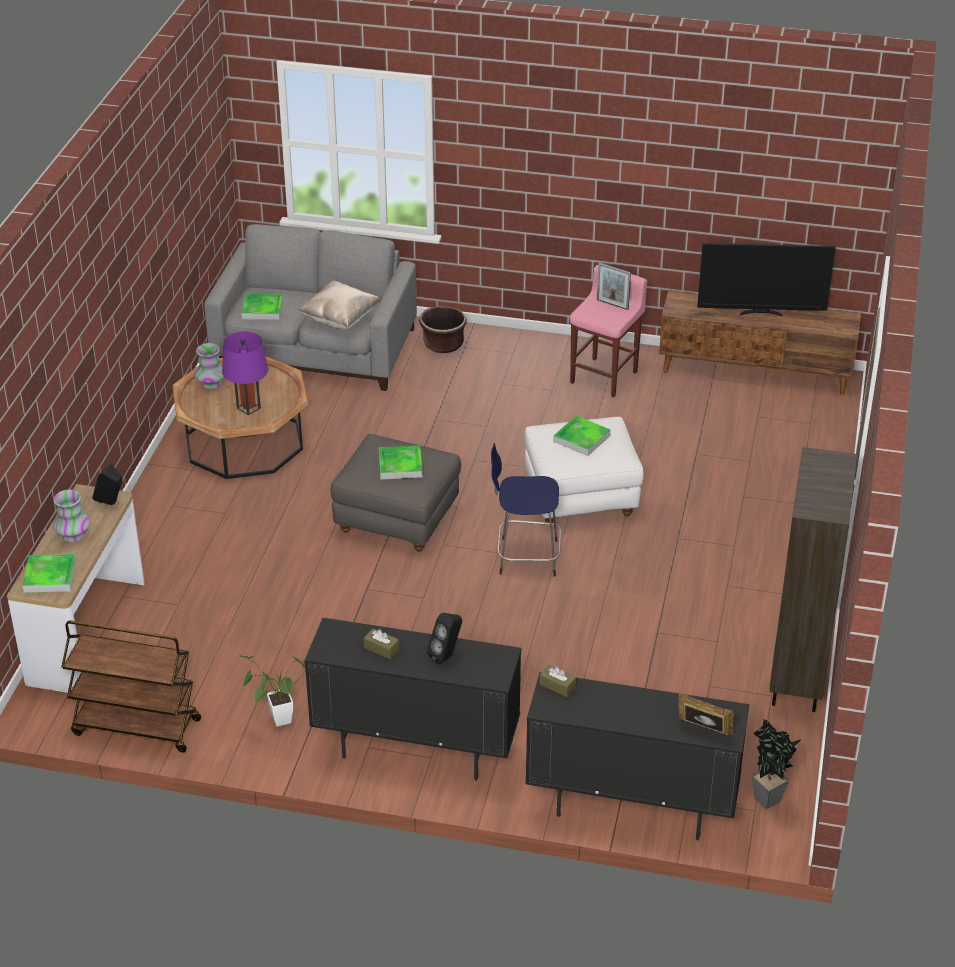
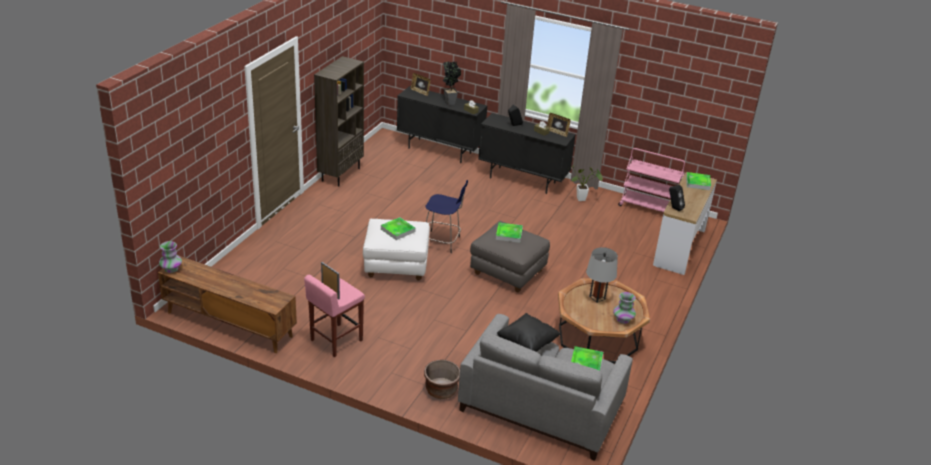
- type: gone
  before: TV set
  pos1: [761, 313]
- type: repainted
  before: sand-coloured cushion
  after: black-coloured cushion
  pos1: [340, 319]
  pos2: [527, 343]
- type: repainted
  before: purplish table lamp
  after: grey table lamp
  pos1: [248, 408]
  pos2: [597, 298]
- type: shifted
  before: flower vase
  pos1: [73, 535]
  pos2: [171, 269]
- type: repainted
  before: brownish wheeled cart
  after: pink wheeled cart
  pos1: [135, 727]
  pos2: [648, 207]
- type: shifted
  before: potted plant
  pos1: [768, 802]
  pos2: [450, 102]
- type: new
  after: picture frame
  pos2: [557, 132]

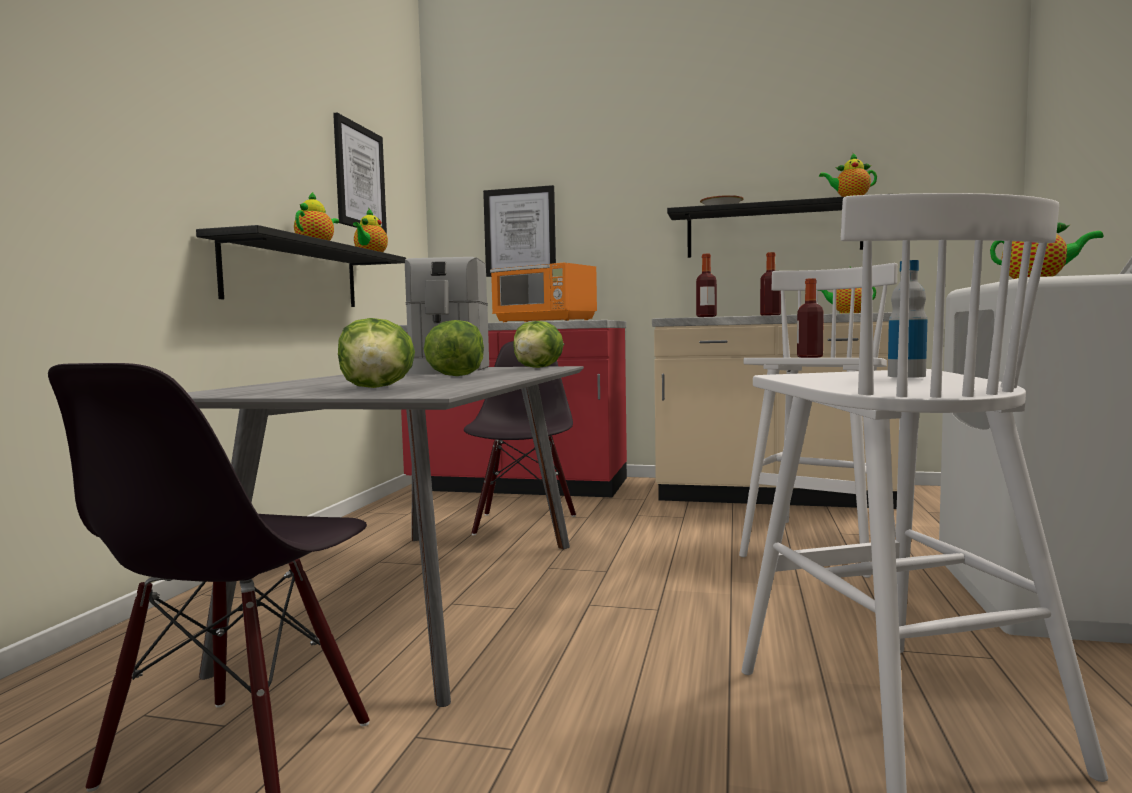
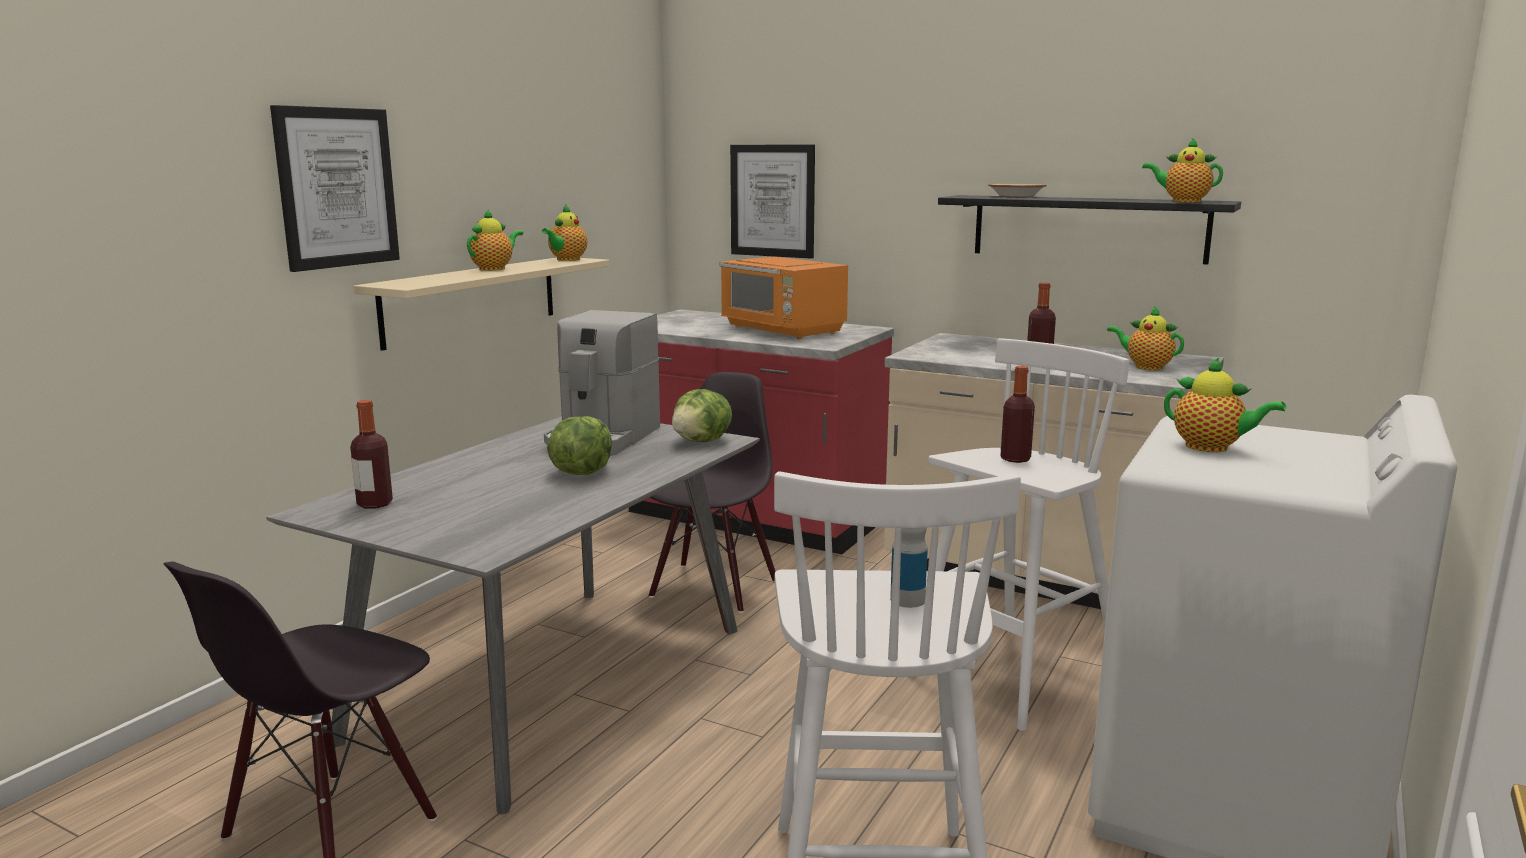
- type: shifted
  before: wall art
  pos1: [359, 177]
  pos2: [337, 187]
- type: repainted
  before: black-coloured shelf
  after: sand-coloured shelf
  pos1: [294, 275]
  pos2: [472, 300]
- type: shifted
  before: drink bottle
  pos1: [706, 316]
  pos2: [375, 504]
- type: gone
  before: head of lettuce
  pos1: [377, 388]

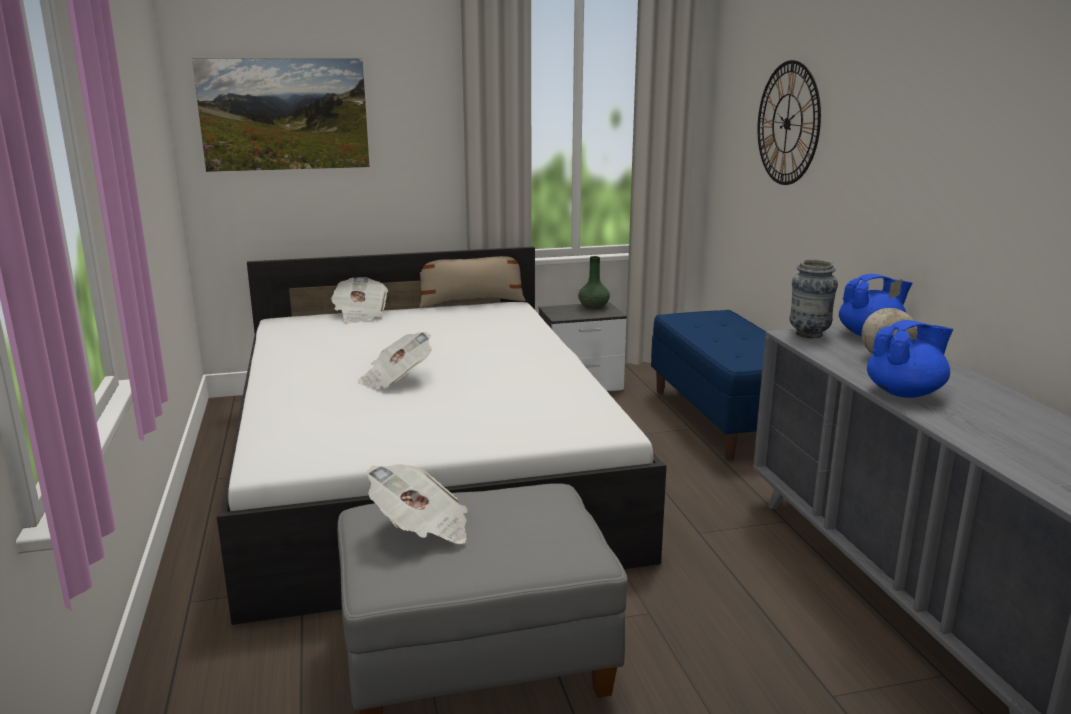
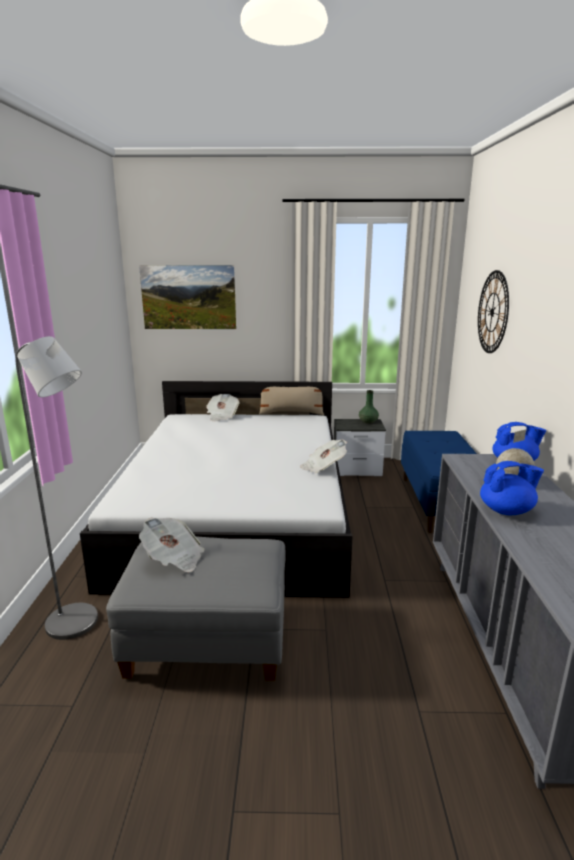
- type: gone
  before: flower vase
  pos1: [808, 334]
- type: shifted
  before: daily paper
  pos1: [396, 379]
  pos2: [323, 467]
- type: new
  after: grey floor lamp
  pos2: [79, 625]

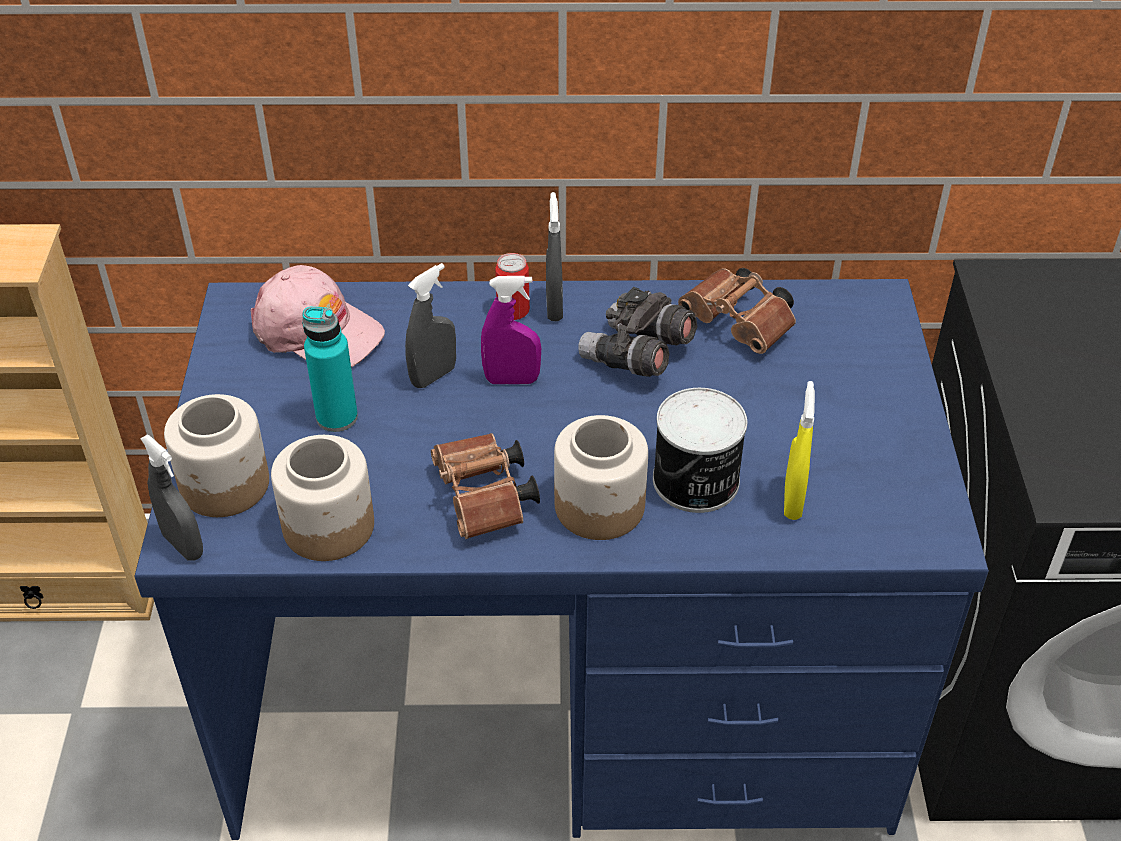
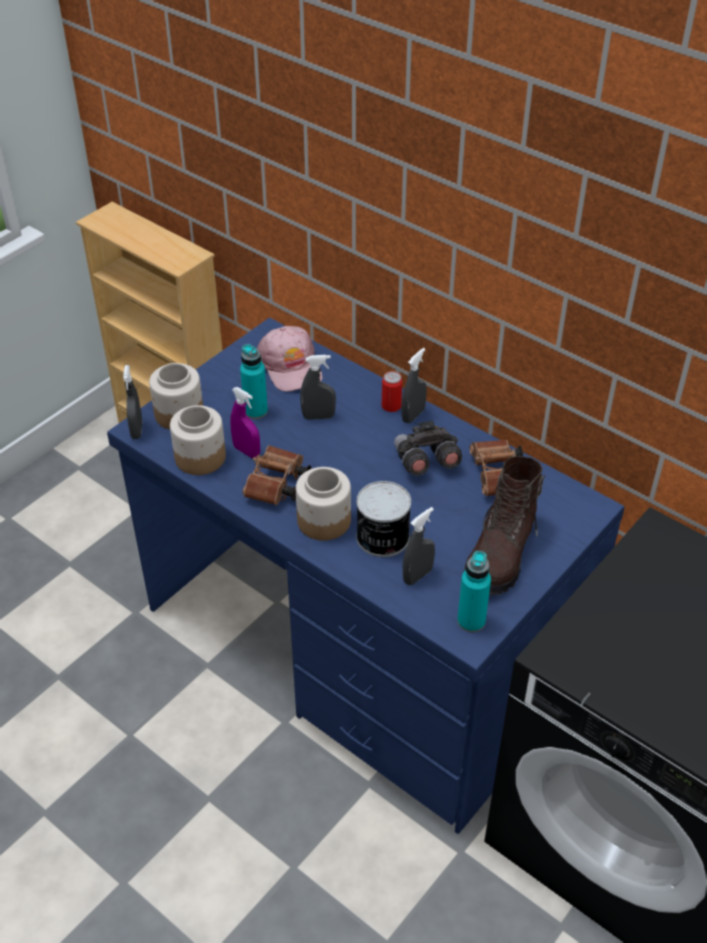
- type: shifted
  before: purplish hand sprayer
  pos1: [512, 380]
  pos2: [246, 451]
- type: repainted
  before: yellow-coloured hand sprayer
  after: grey hand sprayer
  pos1: [792, 501]
  pos2: [417, 575]
- type: new
  after: brownish tall boot
  pos2: [501, 554]
- type: new
  after: turquoise-coloured drink bottle
  pos2: [471, 621]

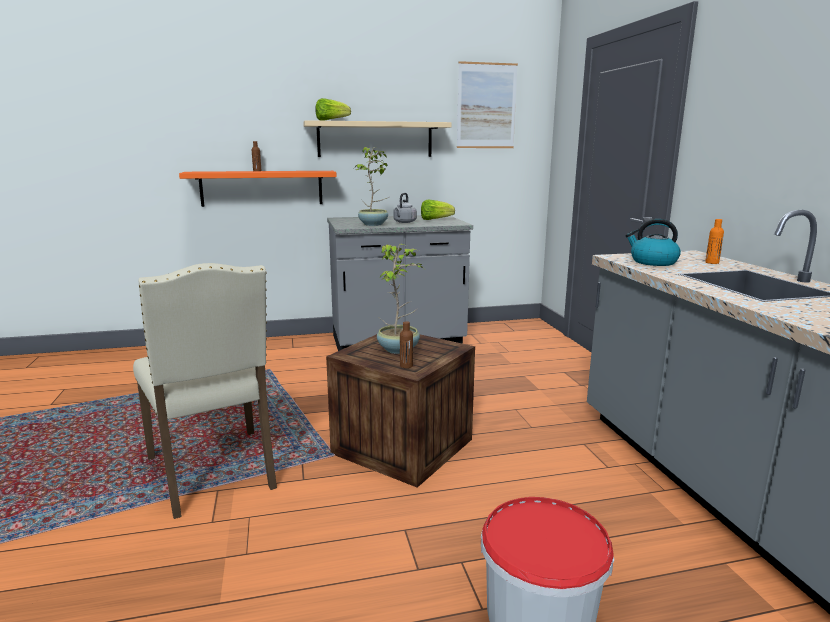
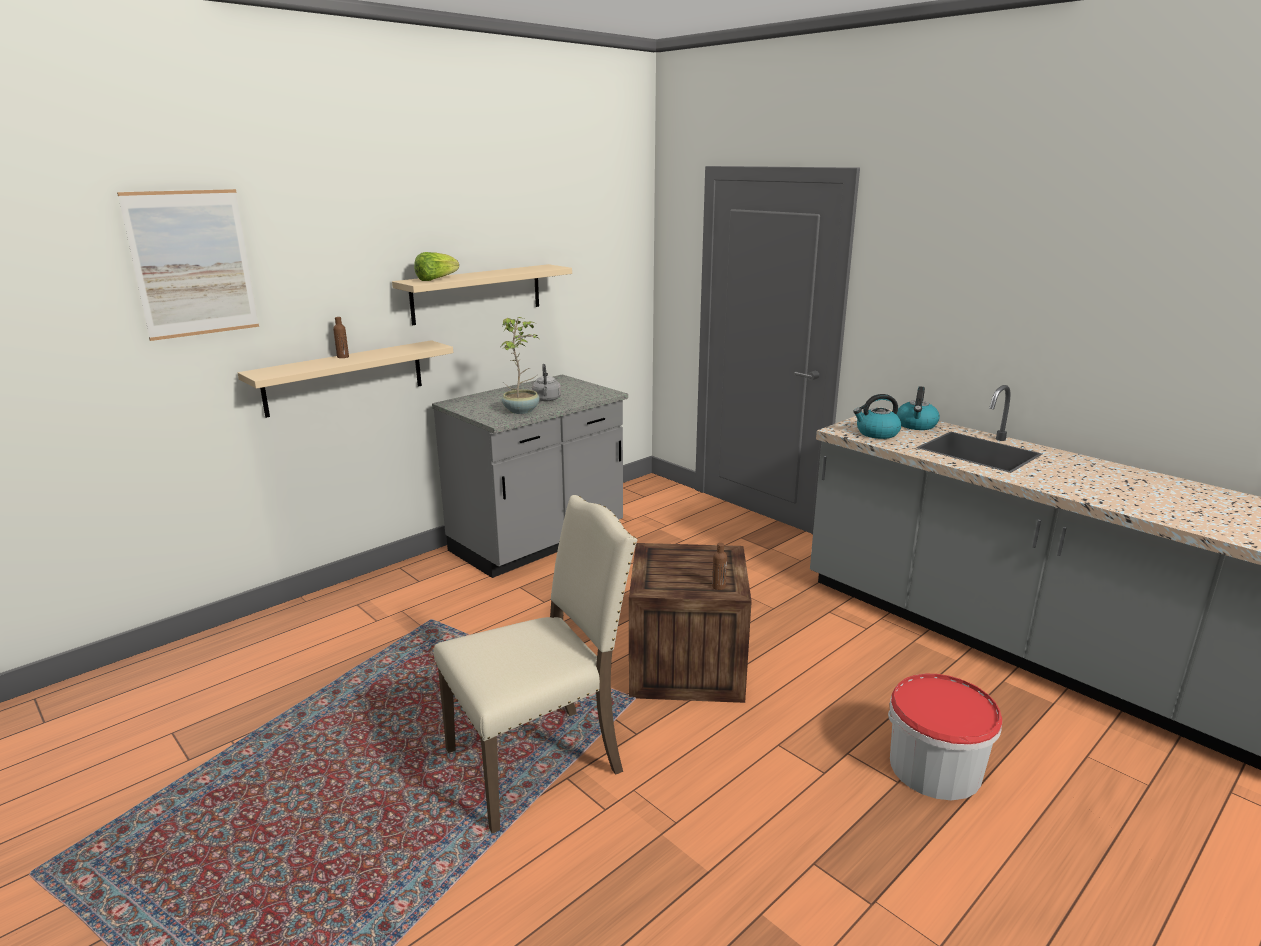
- type: shifted
  before: wall art
  pos1: [486, 106]
  pos2: [192, 264]
- type: repainted
  before: orangey shelf
  after: sand-coloured shelf
  pos1: [262, 188]
  pos2: [345, 377]
- type: gone
  before: head of lettuce
  pos1: [435, 220]
- type: swapped
  before: orangey drink bottle
  after: kettle
  pos1: [712, 262]
  pos2: [916, 425]
- type: gone
  before: potted plant
  pos1: [399, 349]
- type: rotated
  before: sand-coloured plain chair
  pos1: [214, 473]
  pos2: [539, 762]
  turn: -60

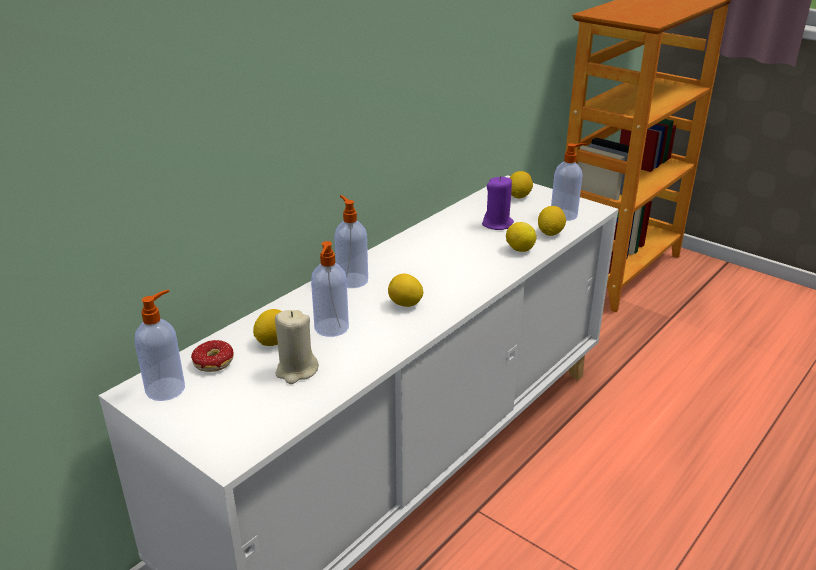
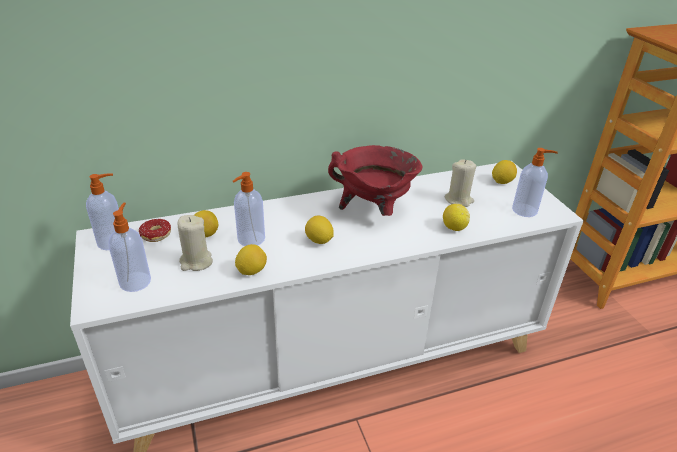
- type: repainted
  before: purplish candle
  after: sand-coloured candle
  pos1: [497, 224]
  pos2: [459, 200]
- type: shifted
  before: soap dispenser
  pos1: [352, 280]
  pos2: [135, 281]
- type: shifted
  before: lemon
  pos1: [550, 233]
  pos2: [251, 271]
- type: new
  after: red-coloured cooking pot
  pos2: [374, 210]

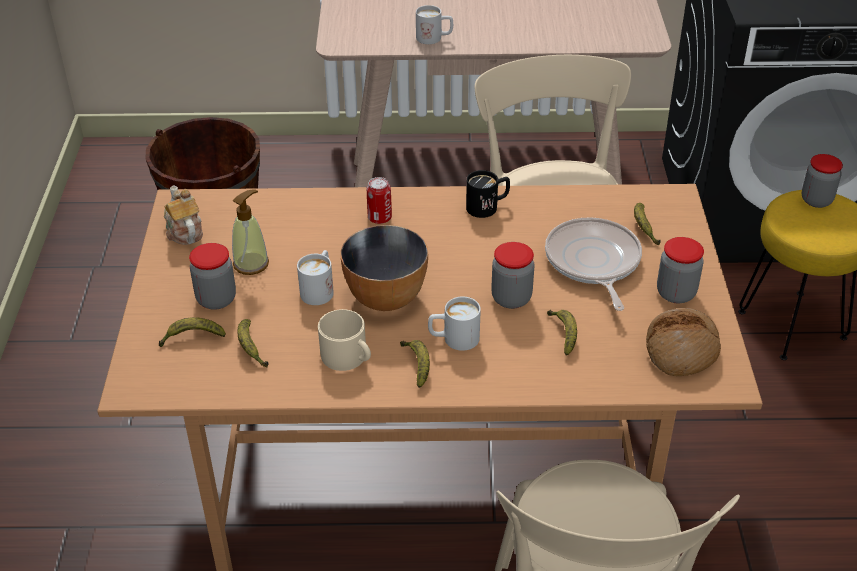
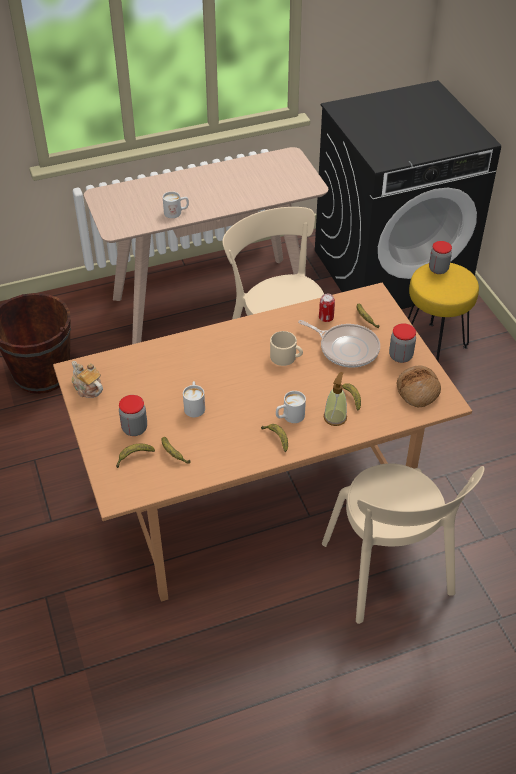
- type: gone
  before: black-coloured tea mug
  pos1: [488, 206]
- type: shifted
  before: metal can
  pos1: [379, 218]
  pos2: [326, 318]
- type: shifted
  before: soap dispenser
  pos1: [251, 263]
  pos2: [335, 417]
- type: rotated
  before: pan
  pos1: [593, 262]
  pos2: [346, 348]
  turn: 150
- type: gone
  before: deep dish
  pos1: [385, 298]
- type: gone
  before: jar
  pos1: [511, 298]
- type: shifted
  before: sand-coloured tea mug
  pos1: [348, 357]
  pos2: [286, 357]

